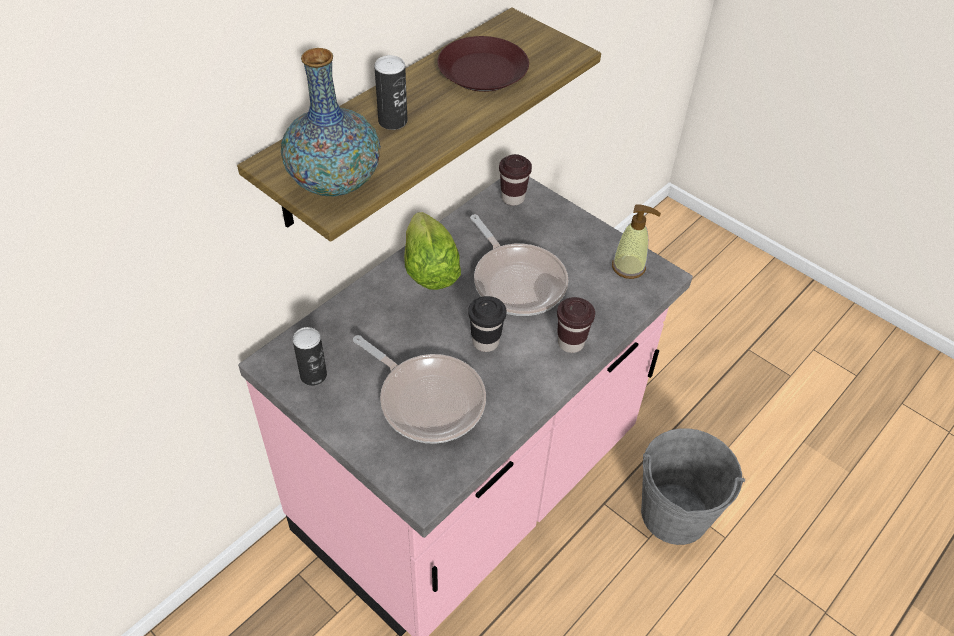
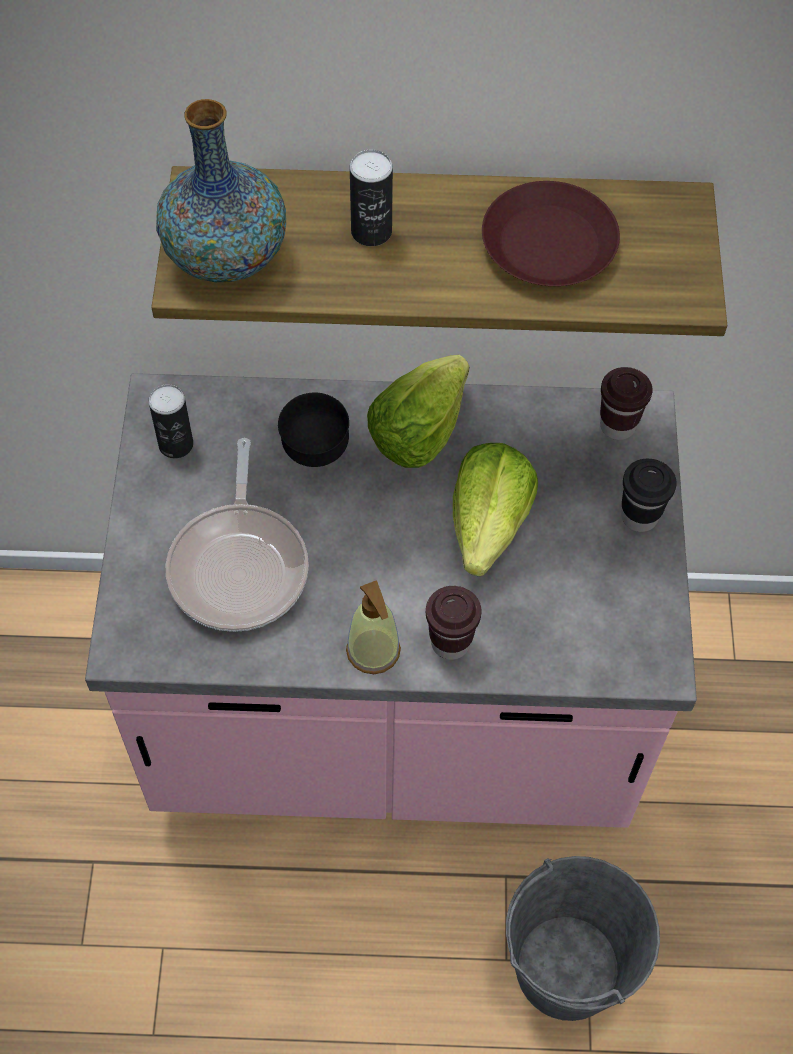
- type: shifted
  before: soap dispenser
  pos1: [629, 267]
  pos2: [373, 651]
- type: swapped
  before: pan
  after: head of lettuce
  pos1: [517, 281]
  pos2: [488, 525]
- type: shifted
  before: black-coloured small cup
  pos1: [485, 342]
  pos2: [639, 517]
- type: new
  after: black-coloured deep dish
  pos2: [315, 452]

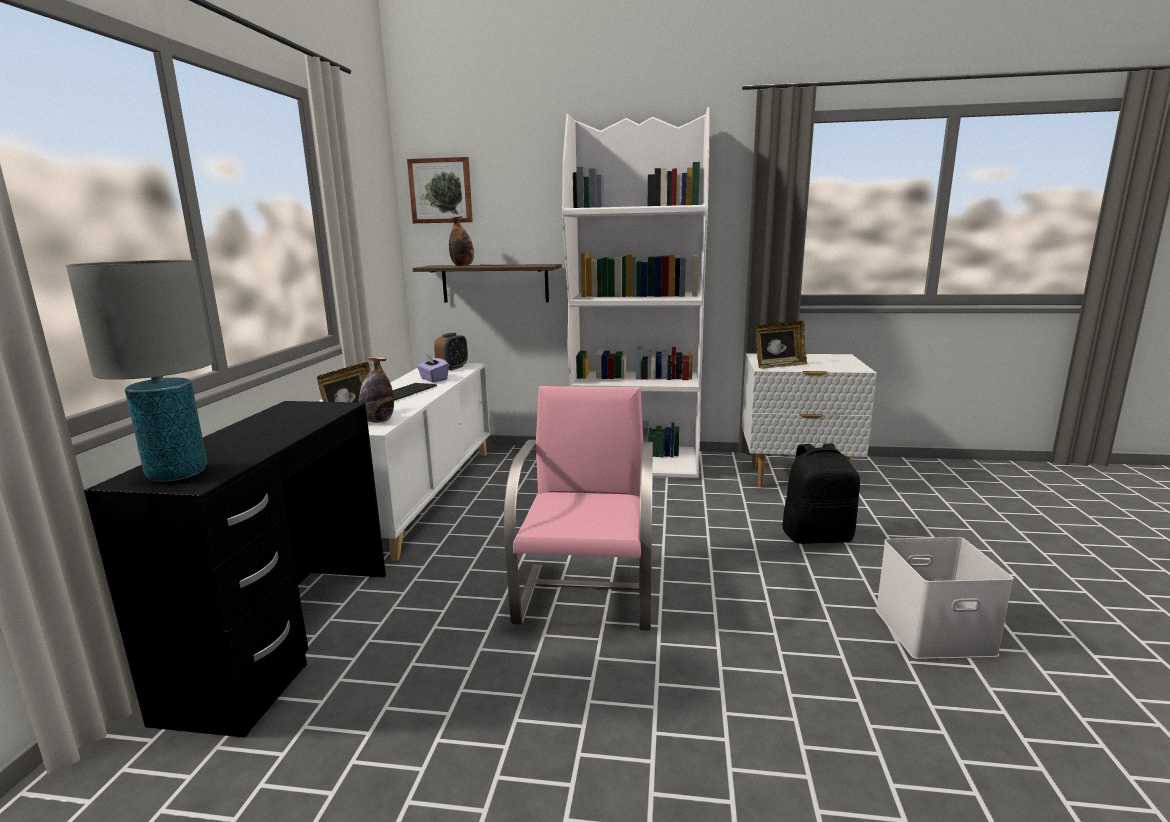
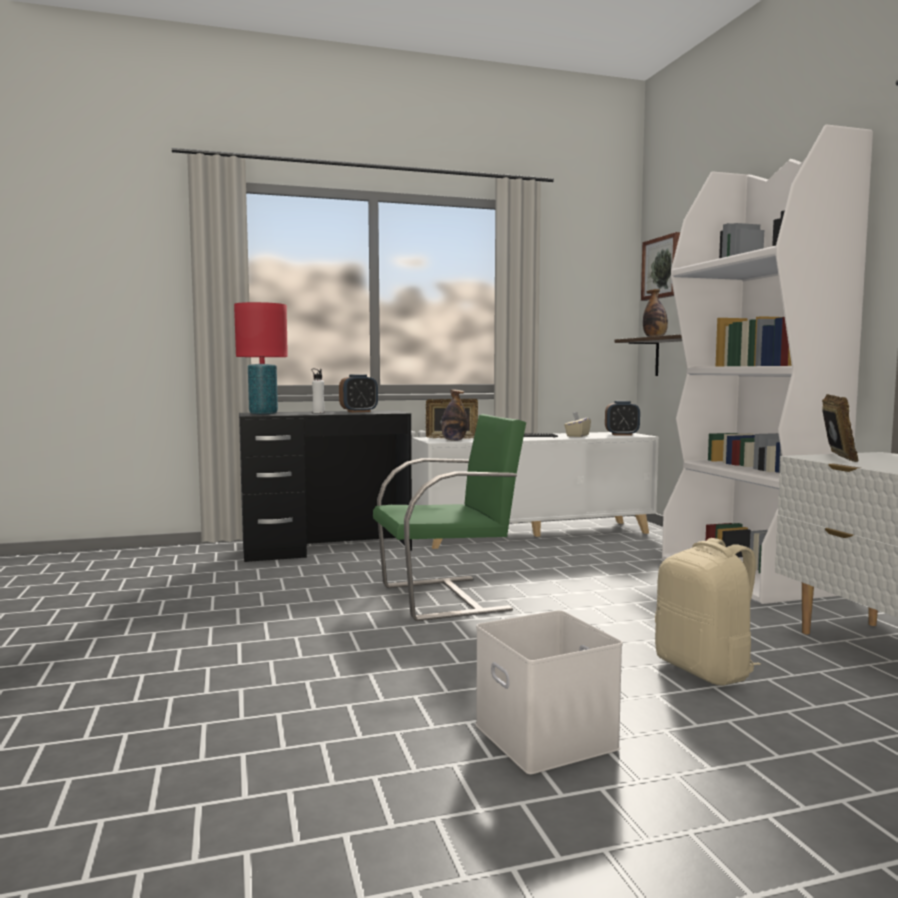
- type: repainted
  before: grey table lamp
  after: red-coloured table lamp
  pos1: [177, 474]
  pos2: [263, 413]
- type: rotated
  before: picture frame
  pos1: [779, 366]
  pos2: [836, 458]
  turn: -120
- type: repainted
  before: purplish tissue box
  after: sand-coloured tissue box
  pos1: [433, 379]
  pos2: [577, 436]
- type: repainted
  before: pink plain chair
  after: green-coloured plain chair
  pos1: [587, 595]
  pos2: [447, 598]
- type: repainted
  before: black-coloured rucksack
  after: sand-coloured rucksack
  pos1: [817, 536]
  pos2: [706, 670]
- type: new
  after: whitish drink bottle
  pos2: [318, 412]
- type: new
  after: bedside clock
  pos2: [359, 411]

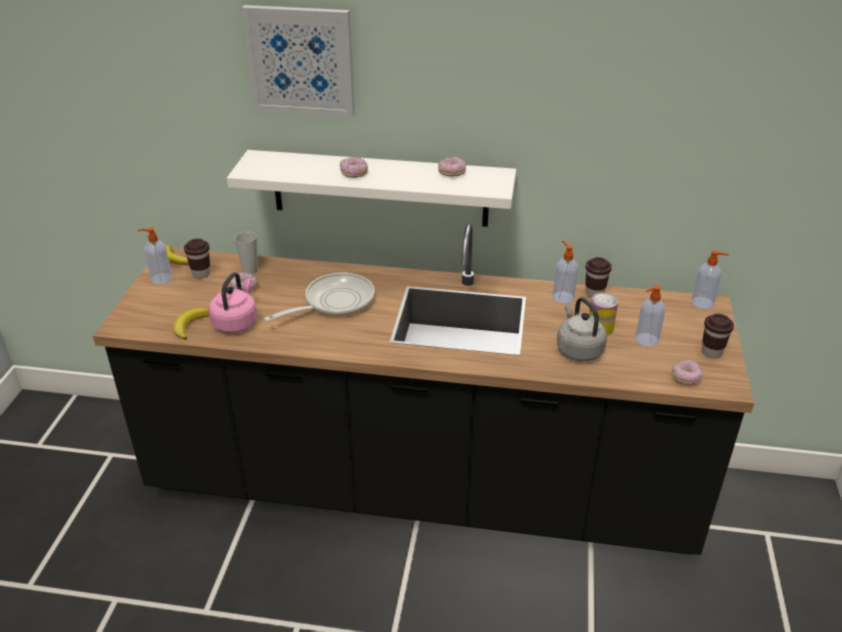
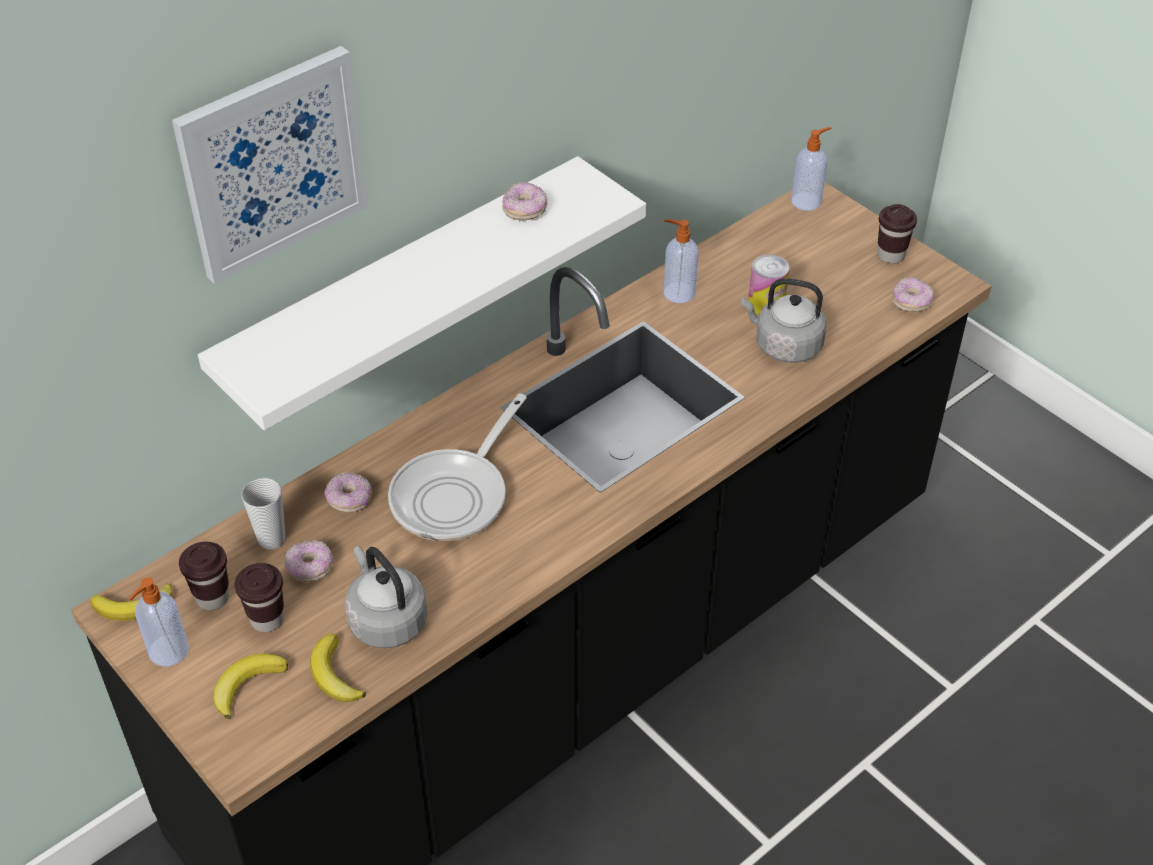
- type: shifted
  before: donut
  pos1: [354, 173]
  pos2: [349, 500]
- type: shifted
  before: brownish small cup
  pos1: [594, 293]
  pos2: [267, 619]
- type: repainted
  before: pink kettle
  after: grey kettle
  pos1: [236, 322]
  pos2: [386, 620]
- type: rotated
  before: pan
  pos1: [334, 302]
  pos2: [455, 495]
  turn: -150
- type: gone
  before: soap dispenser
  pos1: [646, 340]
- type: new
  after: banana fruit
  pos2: [247, 685]

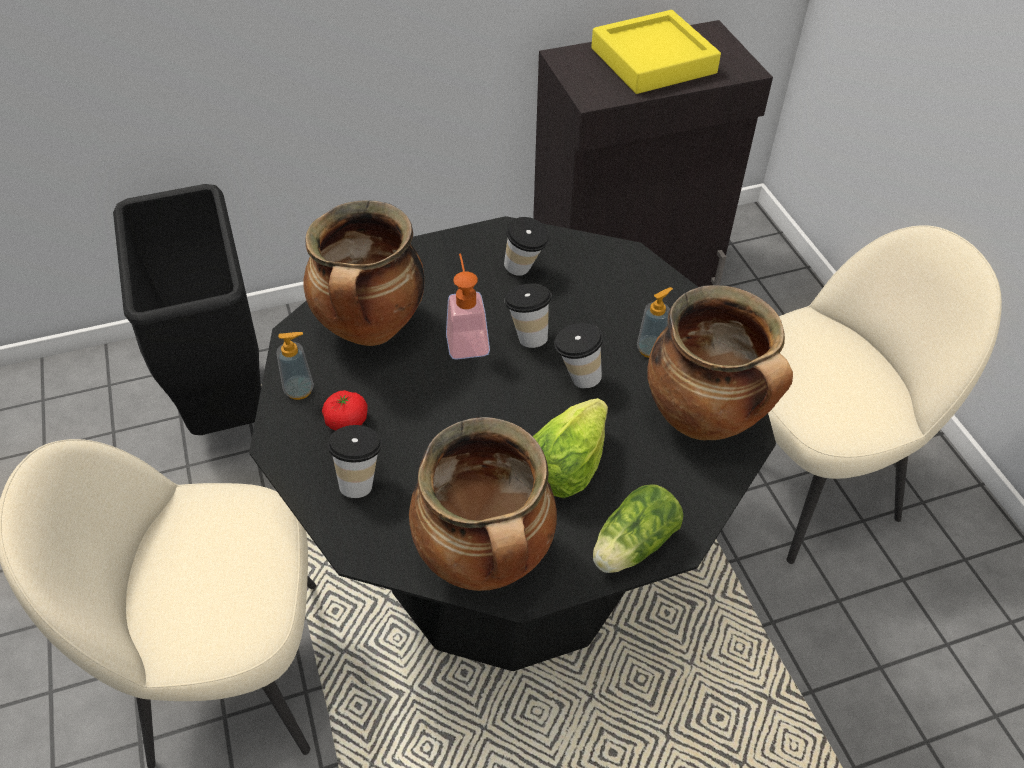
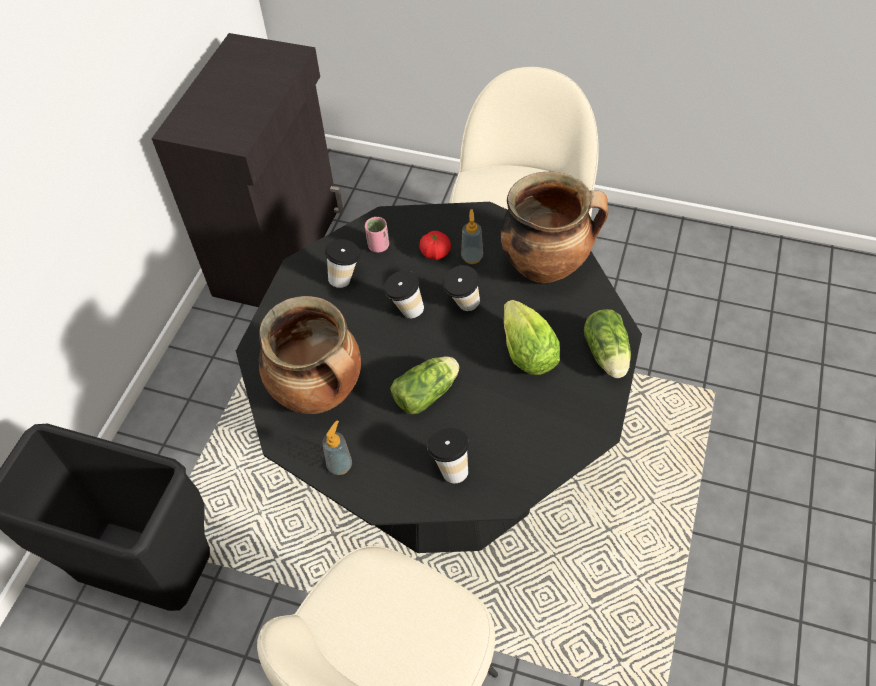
- type: gone
  before: yellow-coloured carrying tray
  pos1: [653, 61]
- type: gone
  before: soap dispenser
  pos1: [466, 339]
- type: shifted
  before: tomato
  pos1: [347, 421]
  pos2: [435, 253]
- type: gone
  before: cooking pot
  pos1: [486, 560]
- type: new
  after: pink small cup
  pos2: [378, 246]
- type: new
  after: head of lettuce
  pos2: [428, 393]

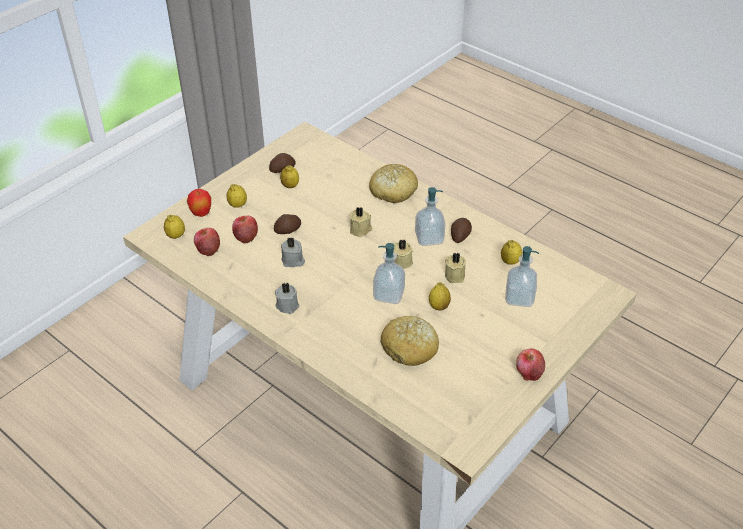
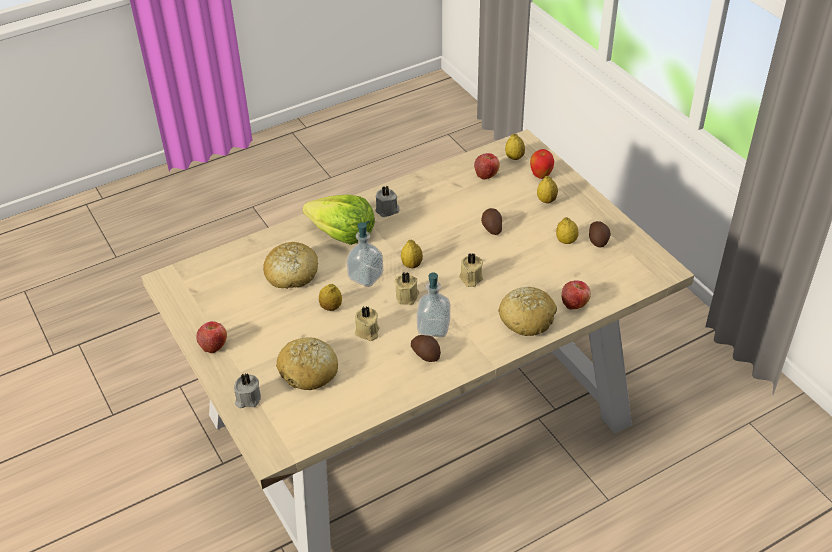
- type: shifted
  before: whole apple
  pos1: [246, 236]
  pos2: [574, 303]
- type: shifted
  before: grey candle
  pos1: [293, 261]
  pos2: [247, 399]
- type: shifted
  before: lemon
  pos1: [510, 261]
  pos2: [411, 265]
- type: swapped
  before: soap dispenser
  after: bakery bread
  pos1: [519, 298]
  pos2: [309, 372]
- type: new
  after: head of lettuce
  pos2: [342, 234]

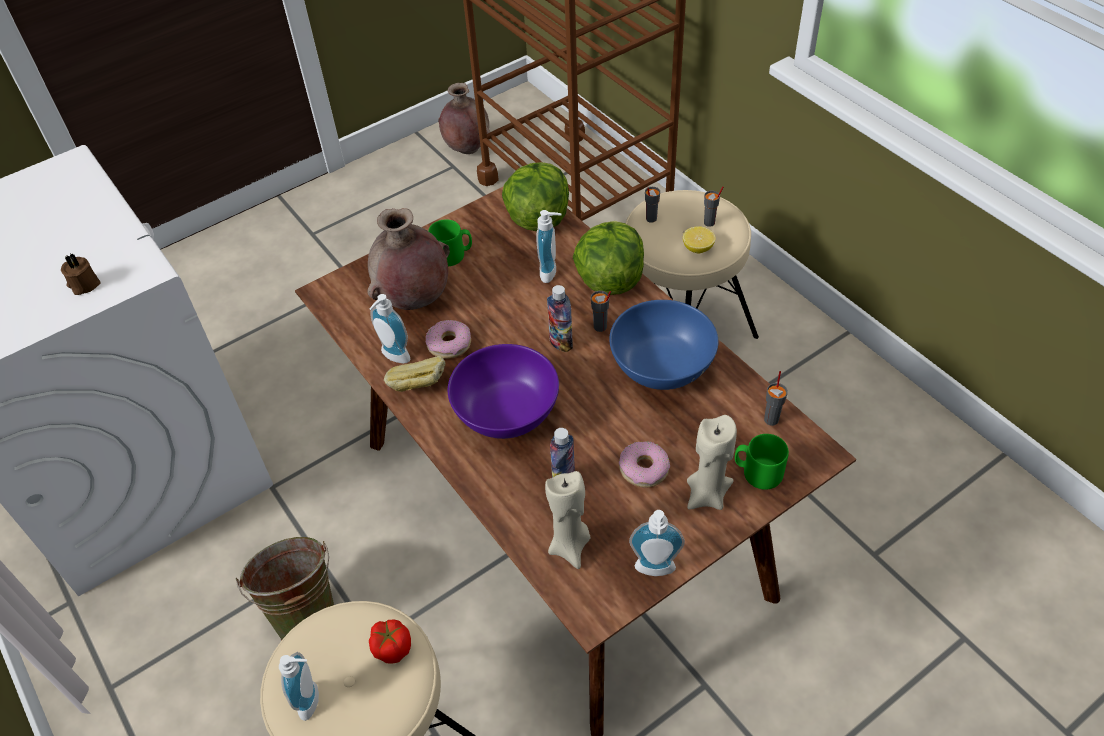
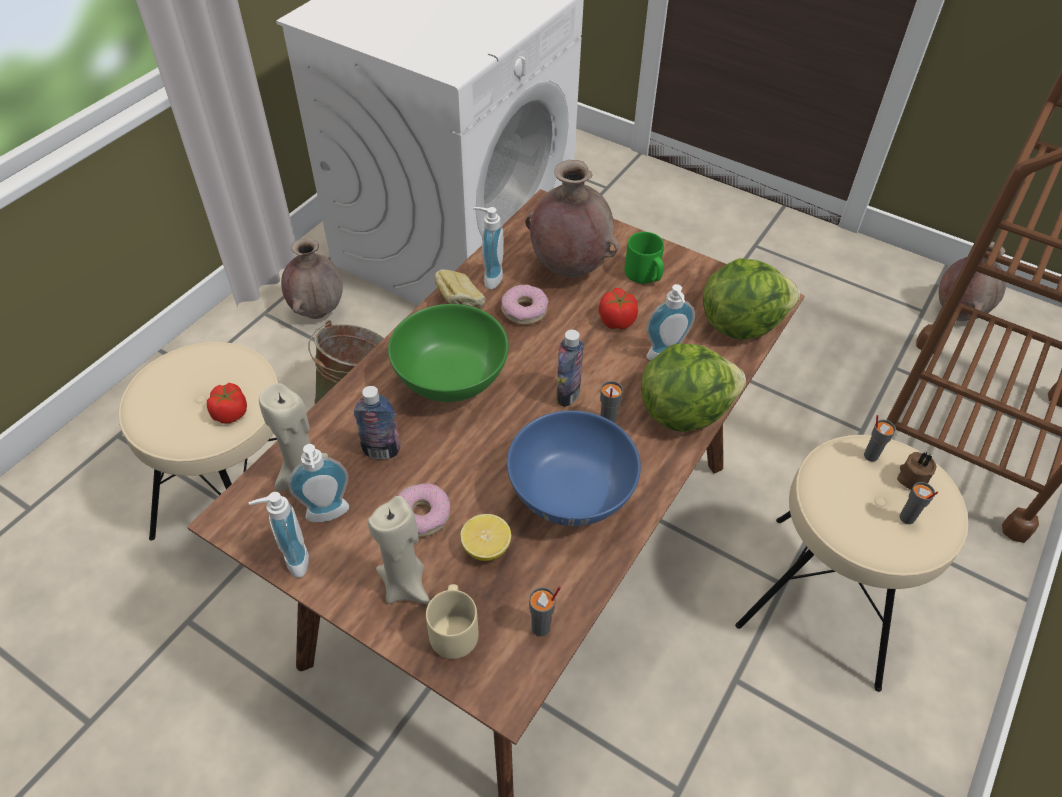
- type: shifted
  before: lemon
  pos1: [698, 248]
  pos2: [486, 547]
- type: shifted
  before: brownish candle
  pos1: [84, 284]
  pos2: [912, 478]
- type: repainted
  before: purplish deep dish
  after: green-coloured deep dish
  pos1: [506, 416]
  pos2: [450, 381]
- type: repainted
  before: green-coloured tea mug
  after: sand-coloured tea mug
  pos1: [757, 472]
  pos2: [454, 630]
- type: shifted
  before: soap dispenser
  pos1: [313, 701]
  pos2: [328, 516]
- type: new
  after: brownish flower vase
  pos2: [318, 310]
- type: new
  after: tomato
  pos2: [617, 320]

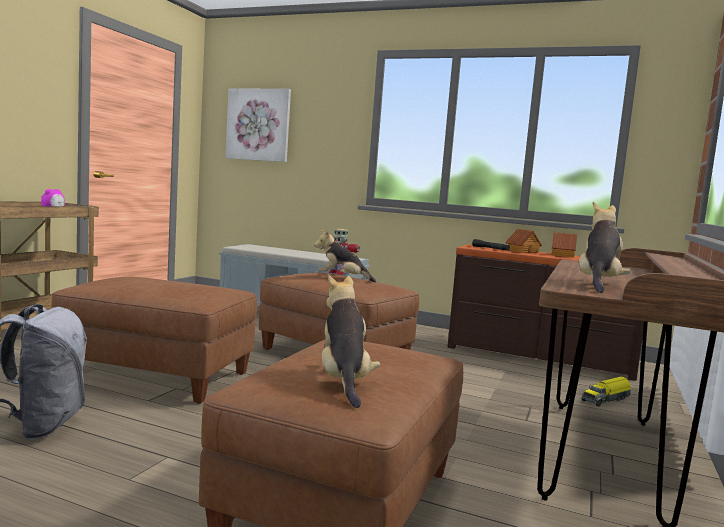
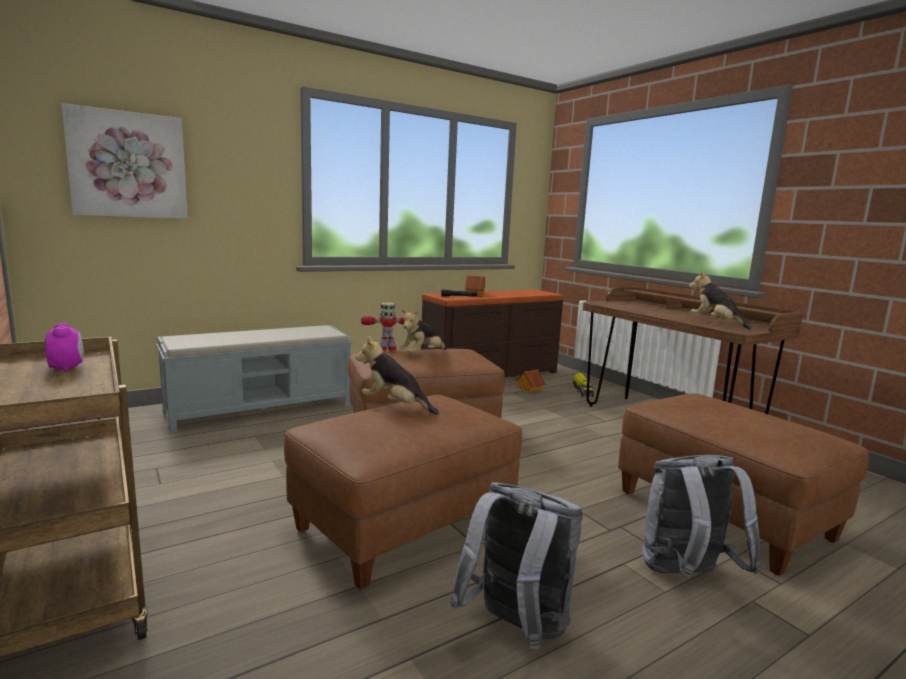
- type: shifted
  before: miniature house
  pos1: [562, 255]
  pos2: [529, 388]
- type: shifted
  before: cuddly toy
  pos1: [343, 381]
  pos2: [395, 406]
- type: new
  after: grey rucksack
  pos2: [686, 575]

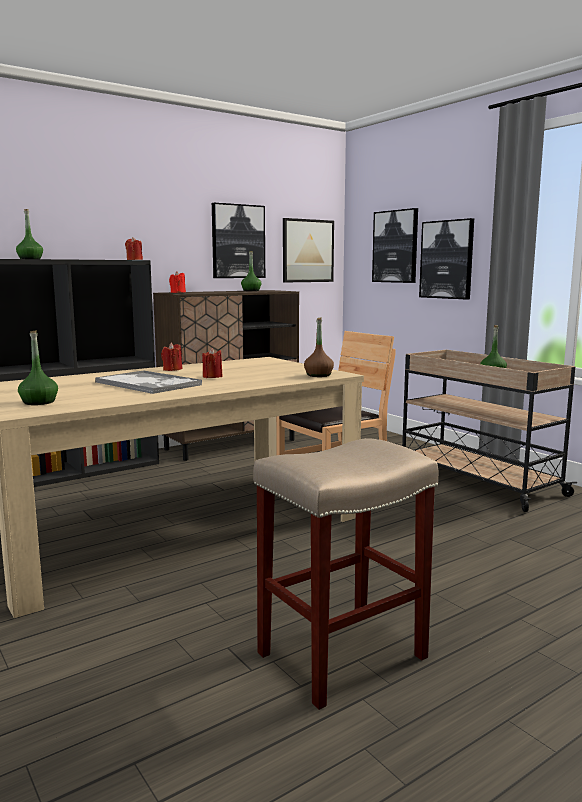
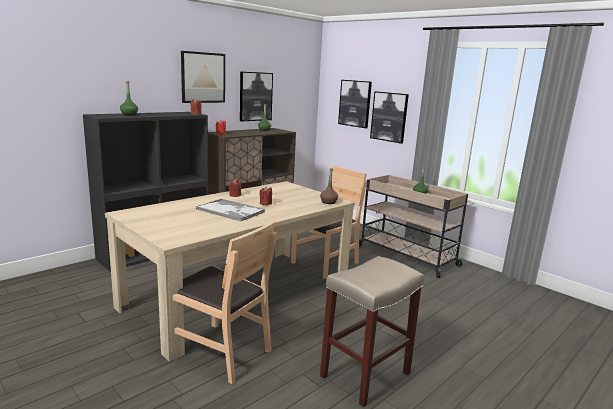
- type: shifted
  before: wall art
  pos1: [308, 251]
  pos2: [203, 77]
- type: gone
  before: green-coloured drink bottle
  pos1: [39, 402]
- type: new
  after: brownish plain chair
  pos2: [220, 352]

